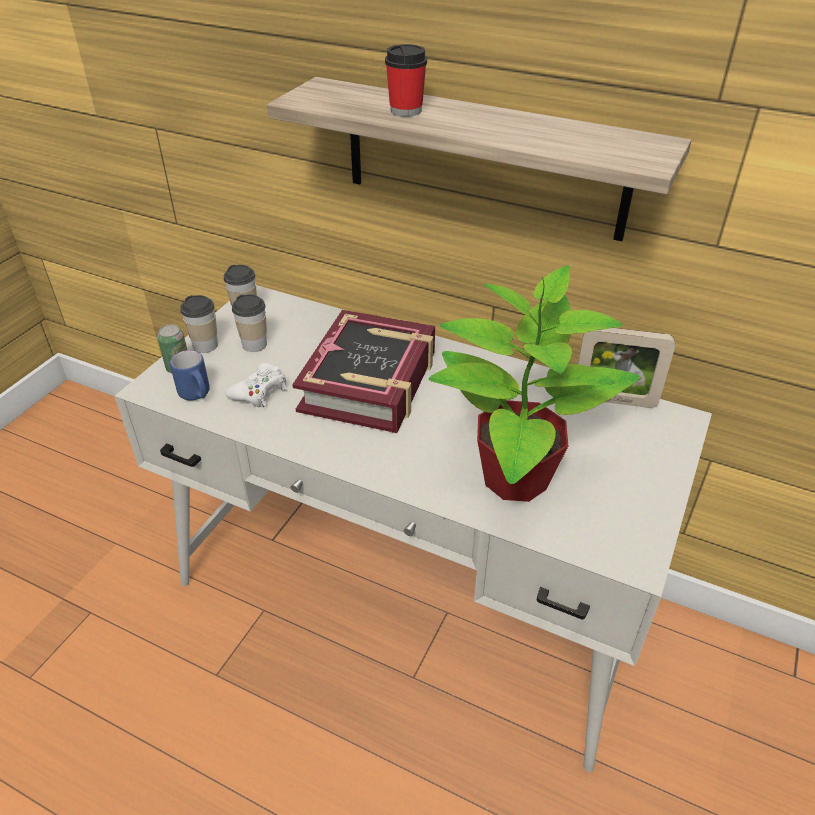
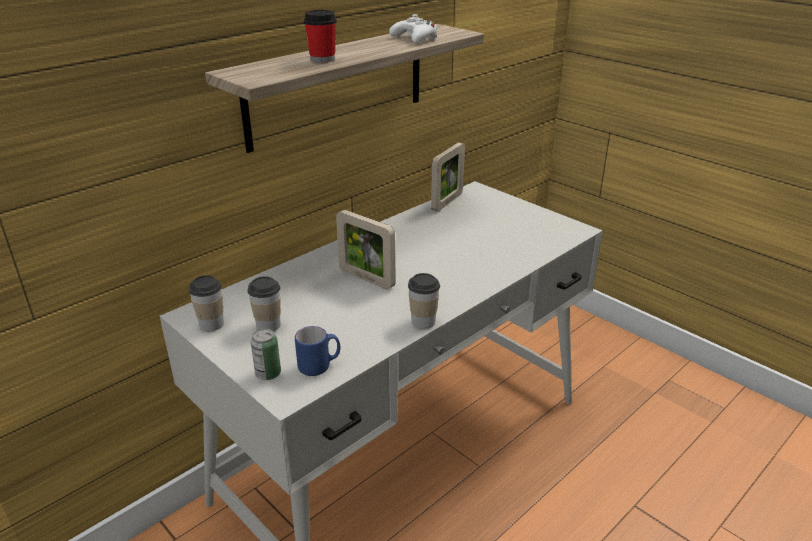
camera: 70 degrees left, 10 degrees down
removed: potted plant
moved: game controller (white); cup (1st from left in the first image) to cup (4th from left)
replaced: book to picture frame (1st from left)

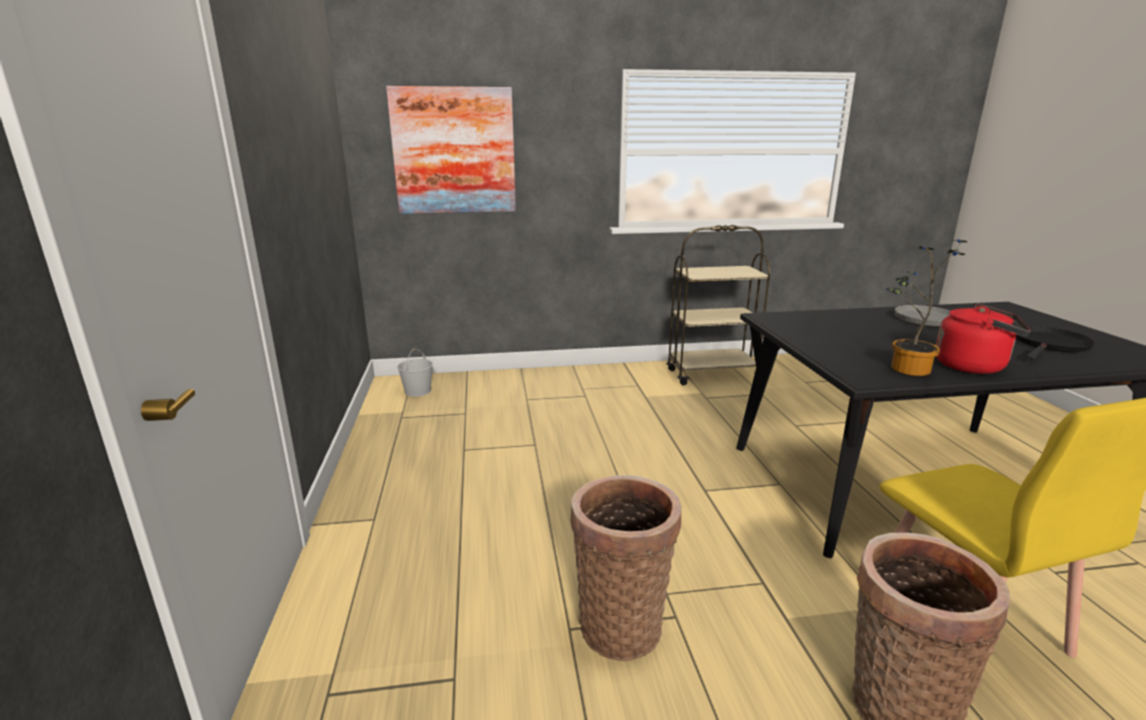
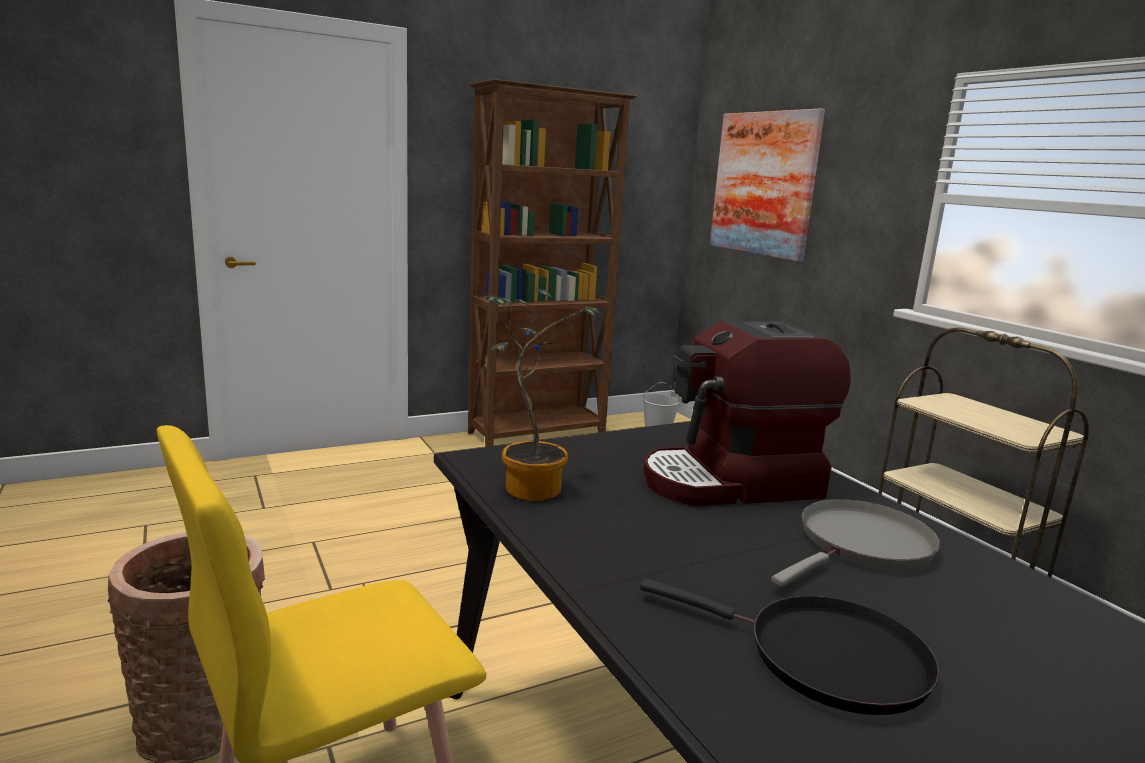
camera: 70 degrees right, 5 degrees down
removed: basket (1st from left); kettle (red)
added: bookcase (brown); coffee machine

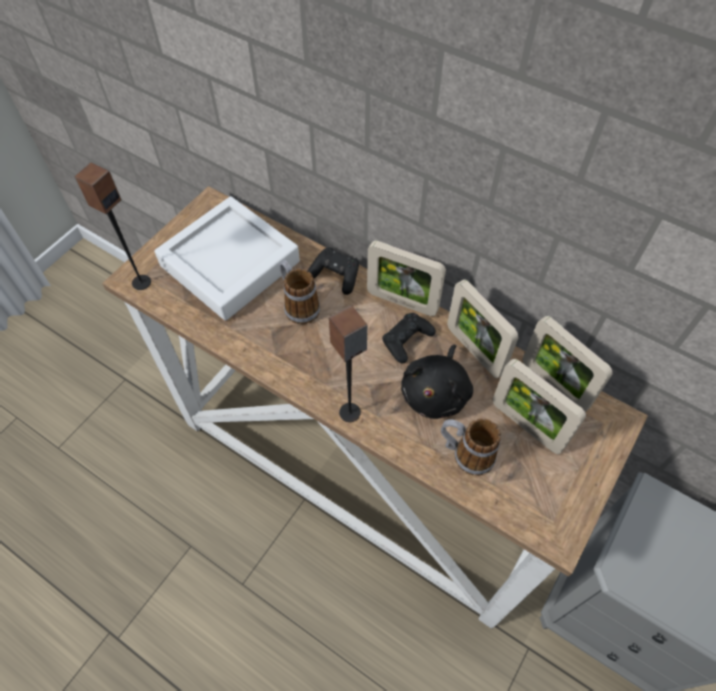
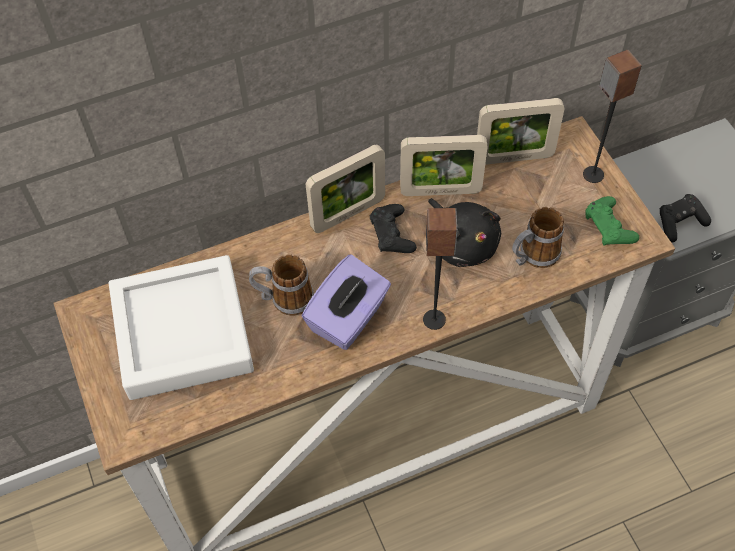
camera: 55 degrees left, 0 degrees up
removed: picture frame (3rd from left)
added: tissue box (purple); game controller (green)
moved: speaker (1st from left in the first image) to speaker (2nd from left); game controller (black) (1st from left in the first image) to game controller (black) (2nd from left)

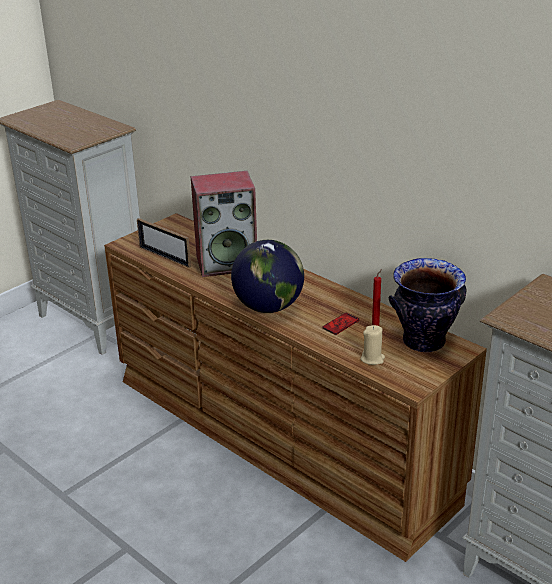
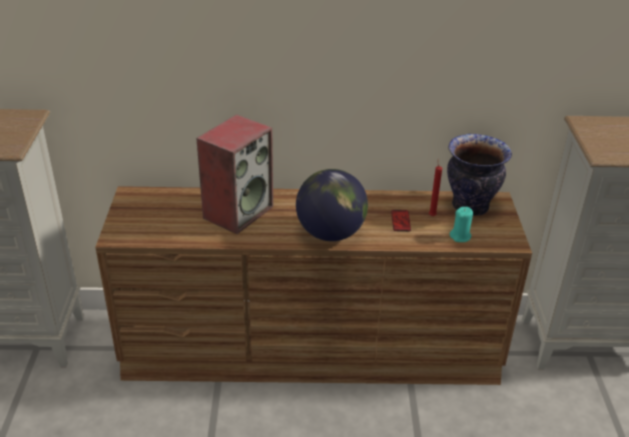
camera: 45 degrees left, 5 degrees up
removed: picture frame
recoloured: candle (beige) to candle (turquoise)

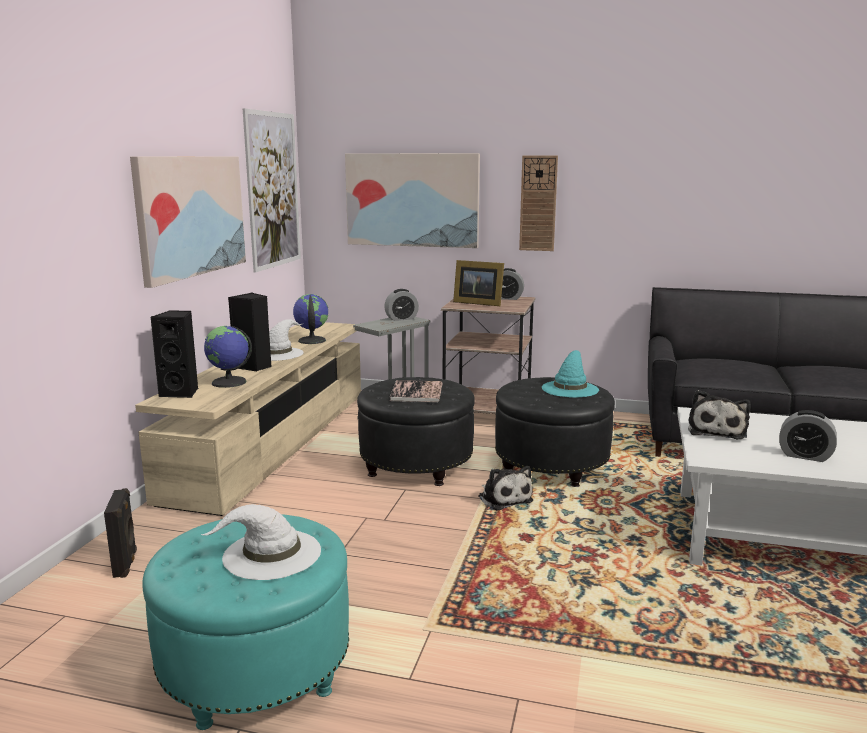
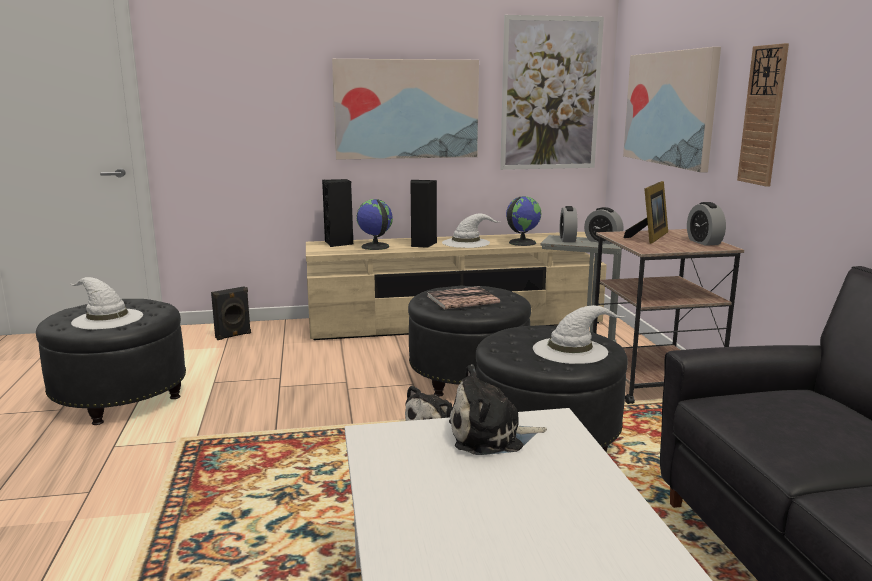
camera: 65 degrees right, 0 degrees up
moved: alarm clock (3rd from left in the first image) to alarm clock (1st from left)
recoloured: ottoman (turquoise) to ottoman (black) (1st from left); hat (turquoise) to hat (white) (3rd from left)
turned: picture frame 150 degrees counterclockwise

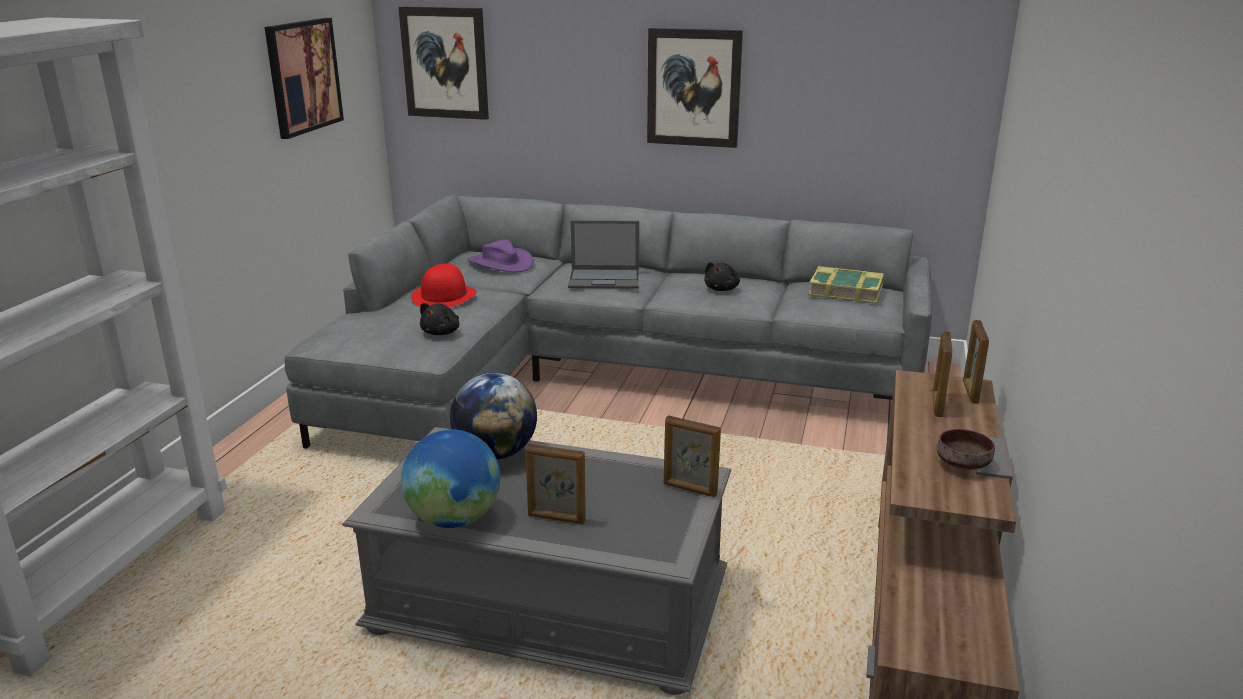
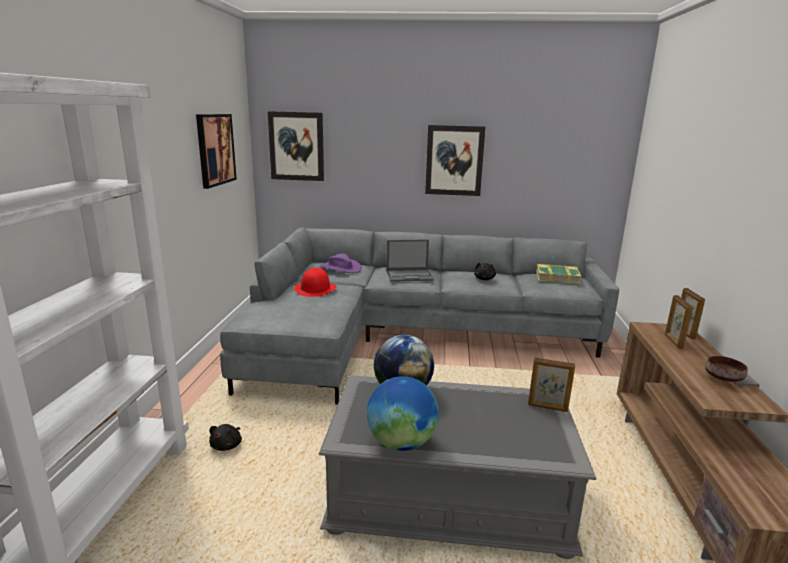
camera: 10 degrees left, 5 degrees down
removed: picture frame (1st from left)
moved: plush toy (black) (1st from left)

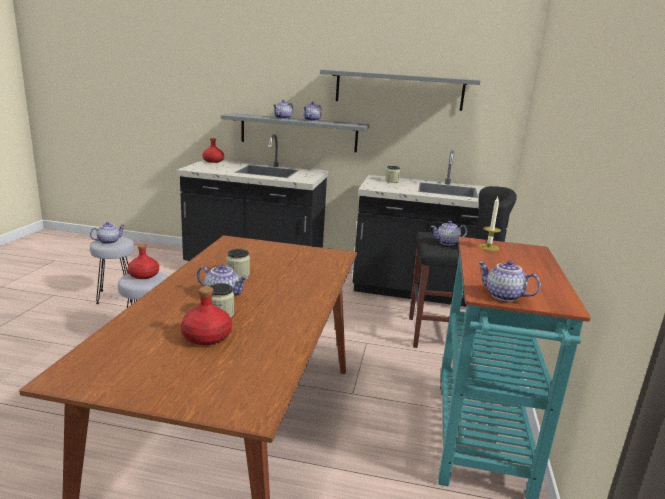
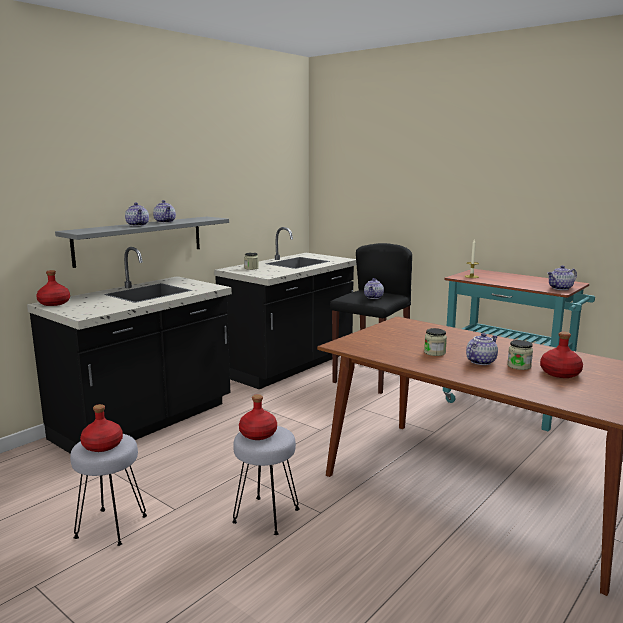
camera: 60 degrees left, 5 degrees down
removed: shelf (grey) (2nd from left)
replaced: teapot (1st from left) to bottle (red) (2nd from left)

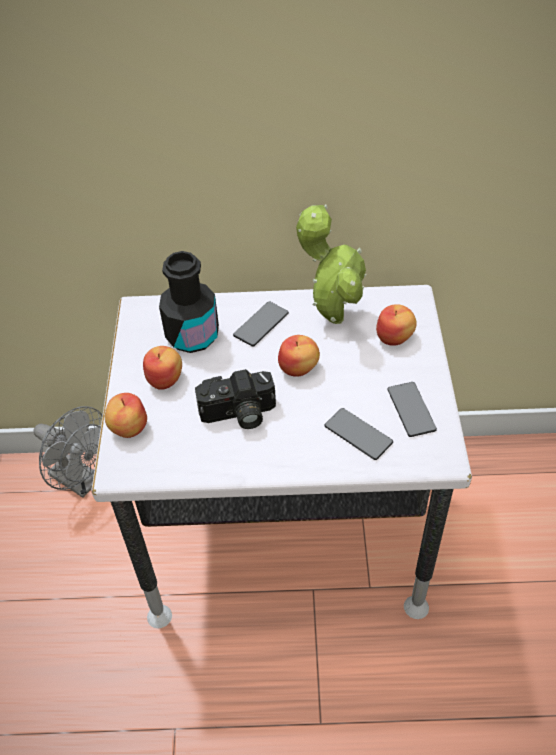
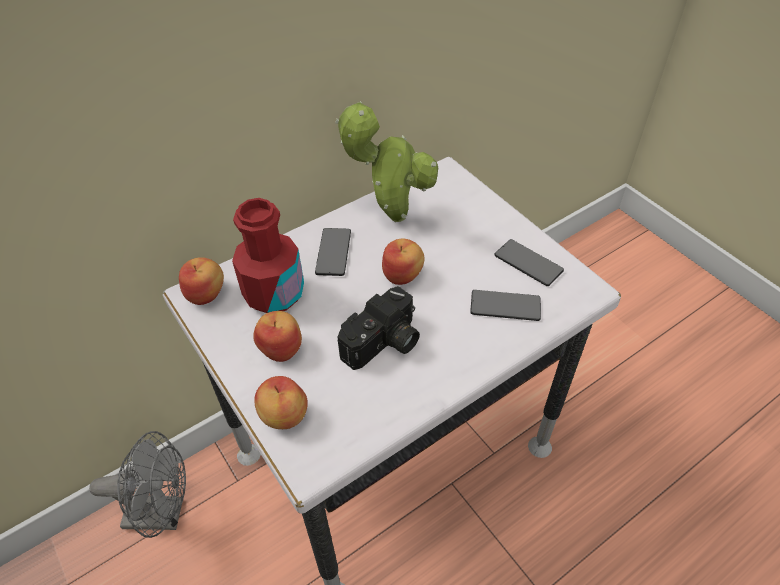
camera: 35 degrees left, 0 degrees up
moved: apple (4th from left in the first image) to apple (1st from left)
recoloured: bottle (black) to bottle (red)

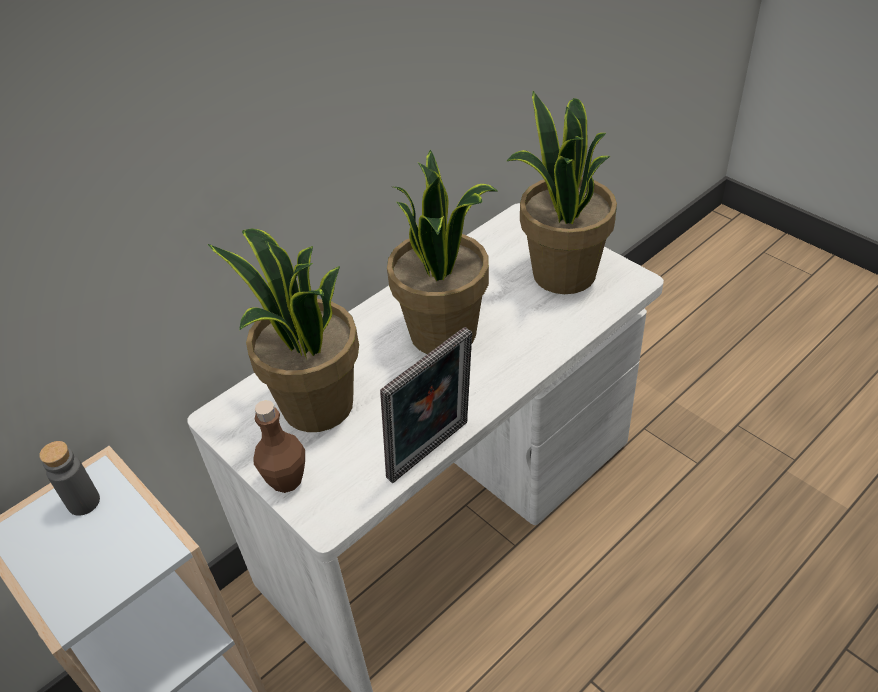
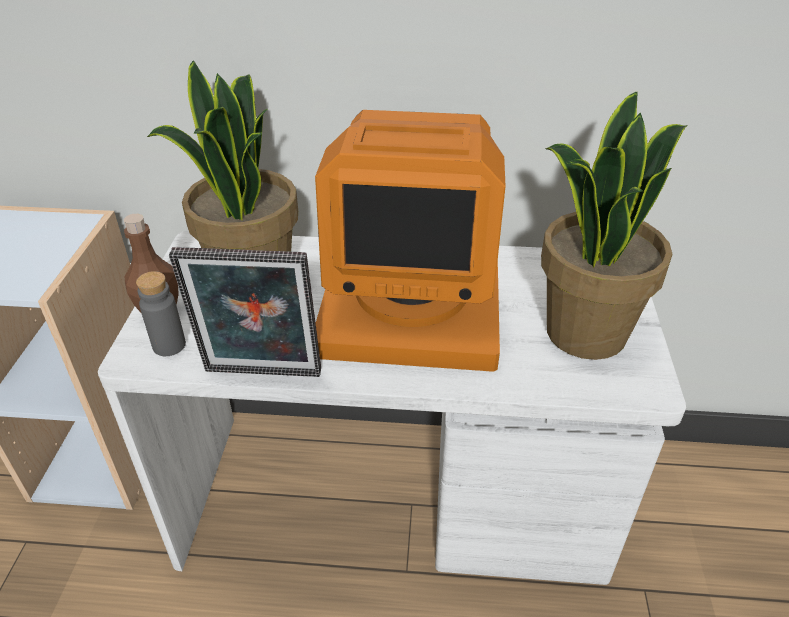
camera: 45 degrees right, 5 degrees down
moved: bottle (grey)
replaced: potted plant (2nd from left) to monitor

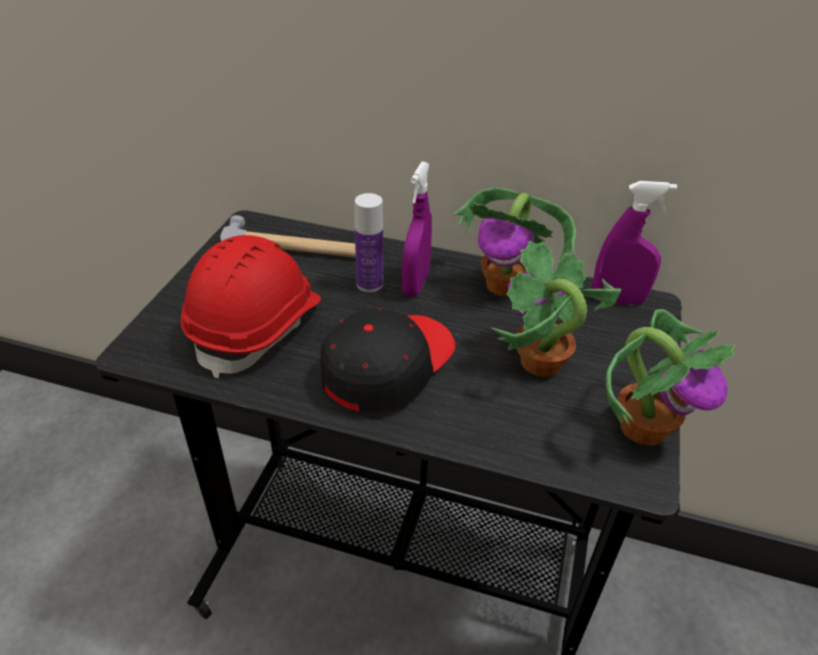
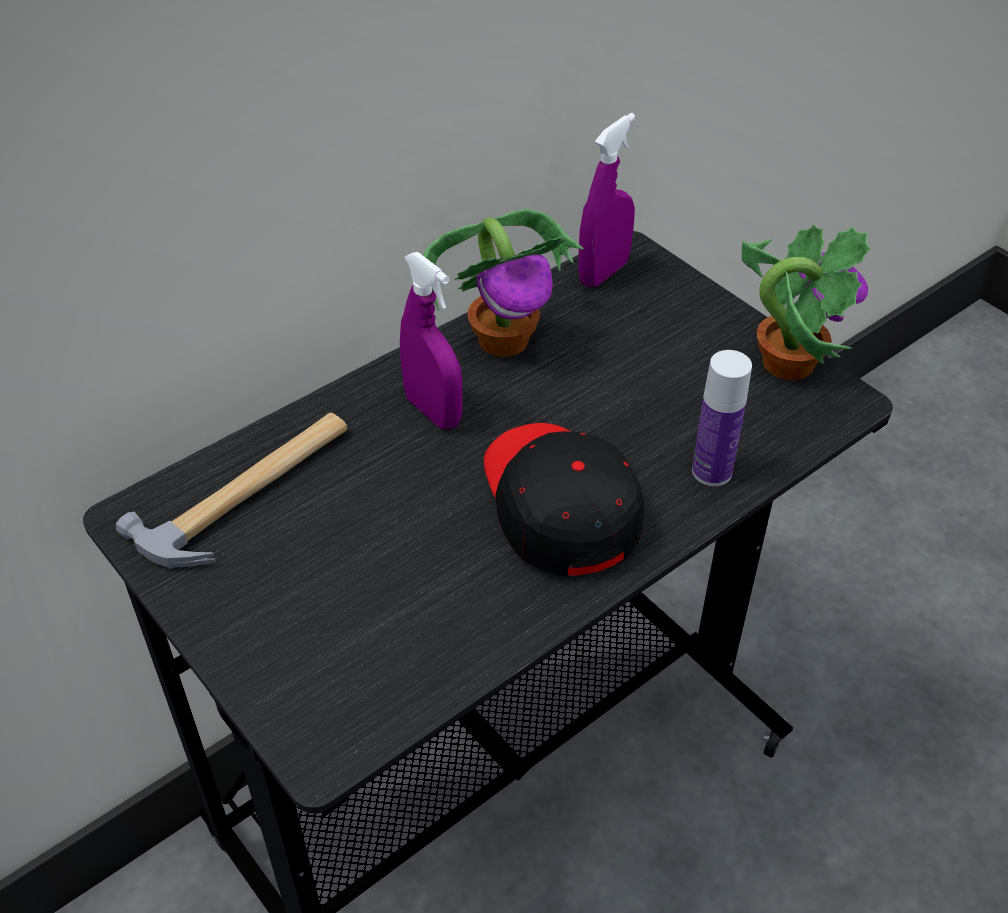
camera: 55 degrees left, 5 degrees up
removed: hard hat (red); potted plant (2nd from left)
moved: bottle

